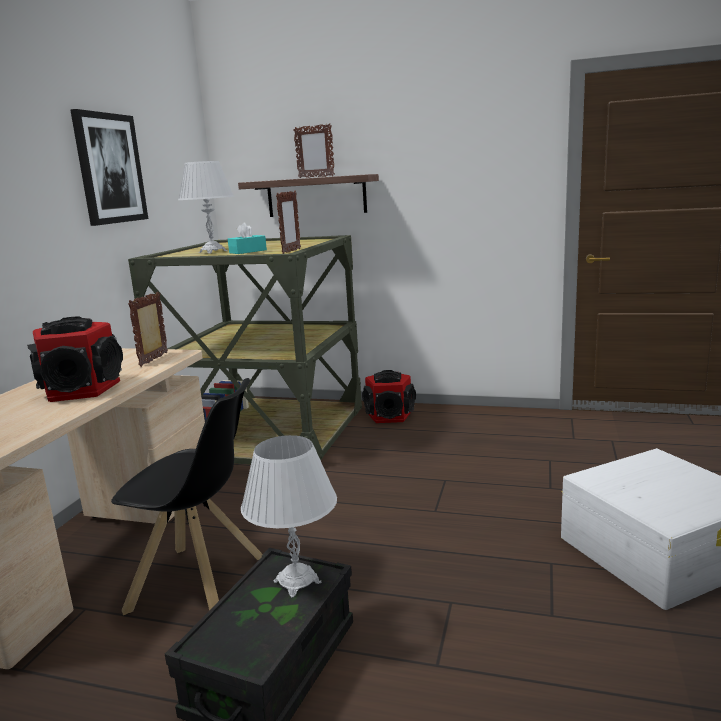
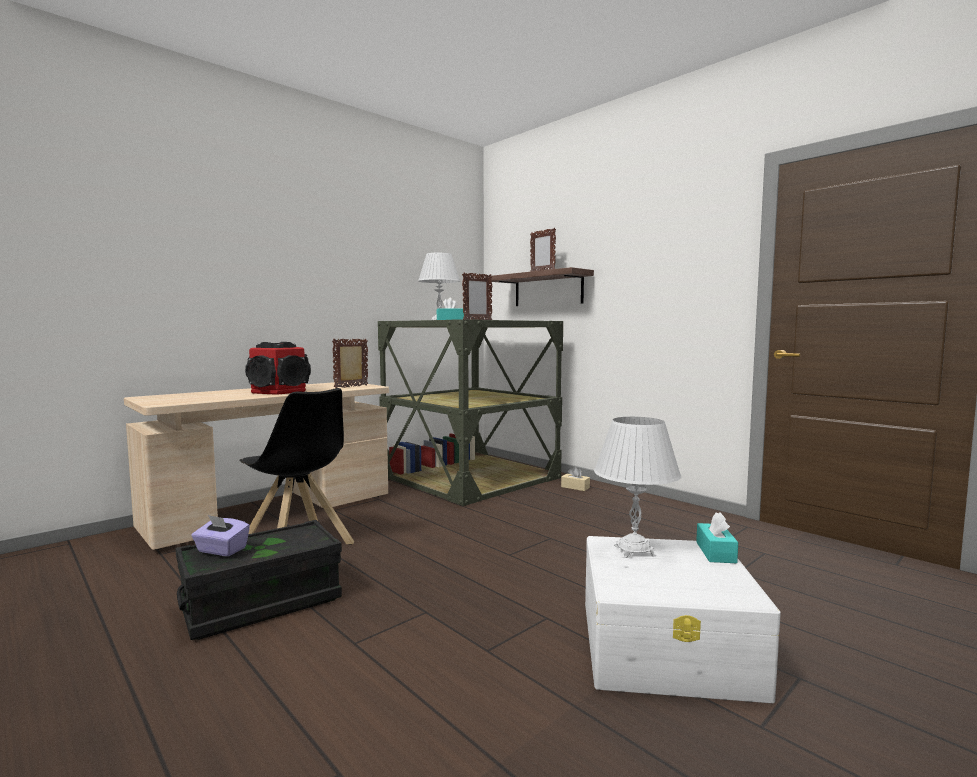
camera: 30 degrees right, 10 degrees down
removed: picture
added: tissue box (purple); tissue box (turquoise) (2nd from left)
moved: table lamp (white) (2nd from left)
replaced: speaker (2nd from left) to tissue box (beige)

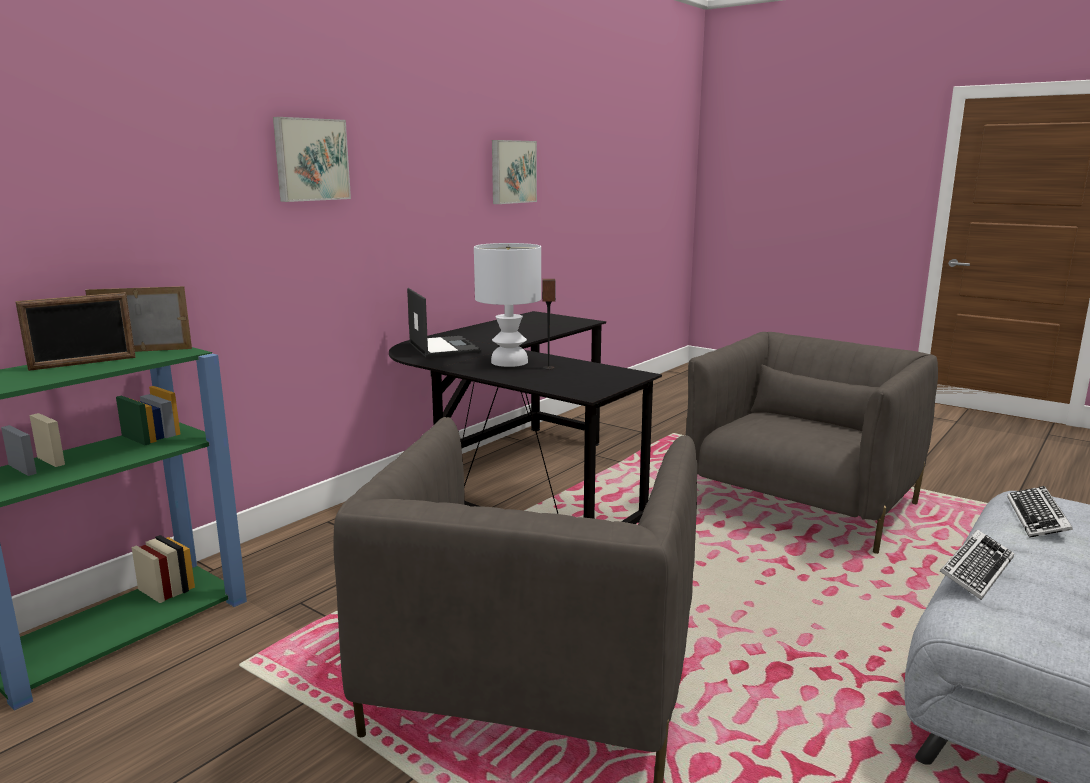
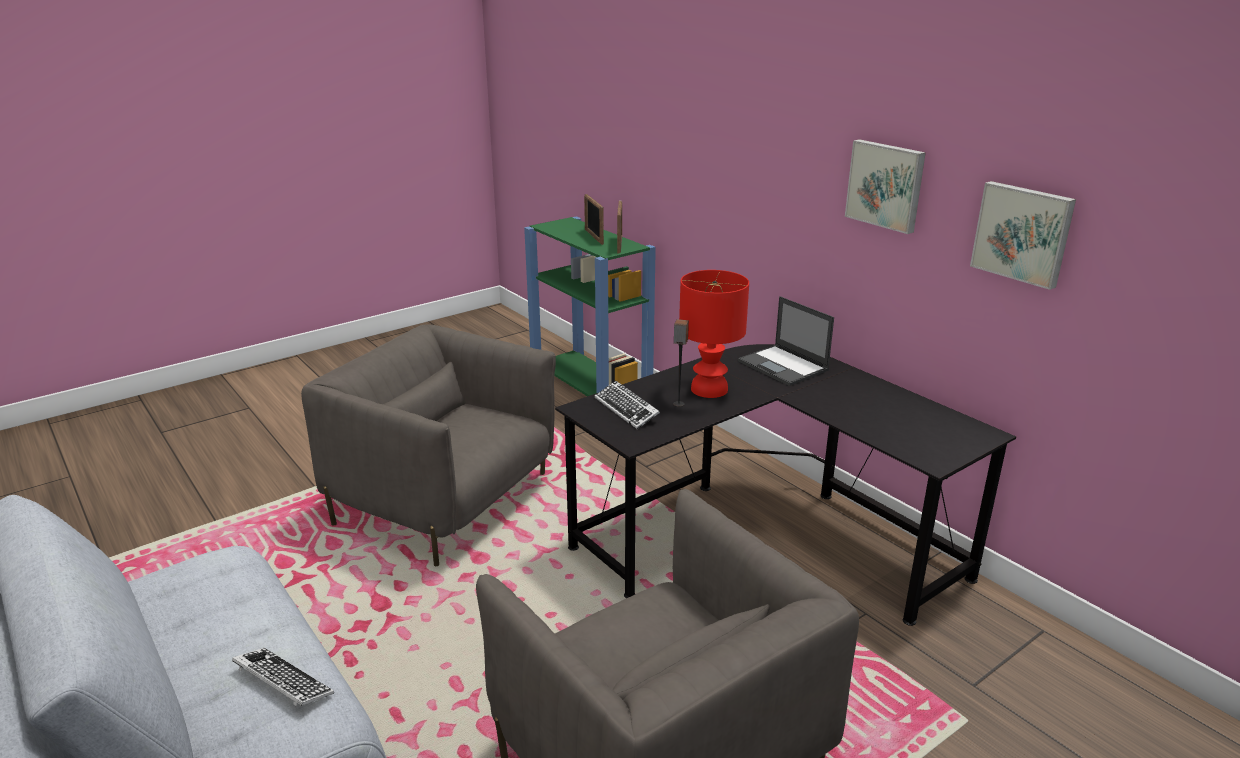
camera: 105 degrees right, 10 degrees up
moved: keyboard (1st from left in the first image) to keyboard (2nd from left); picture (1st from left)
recoloured: table lamp (white) to table lamp (red)
turned: laptop 60 degrees clockwise

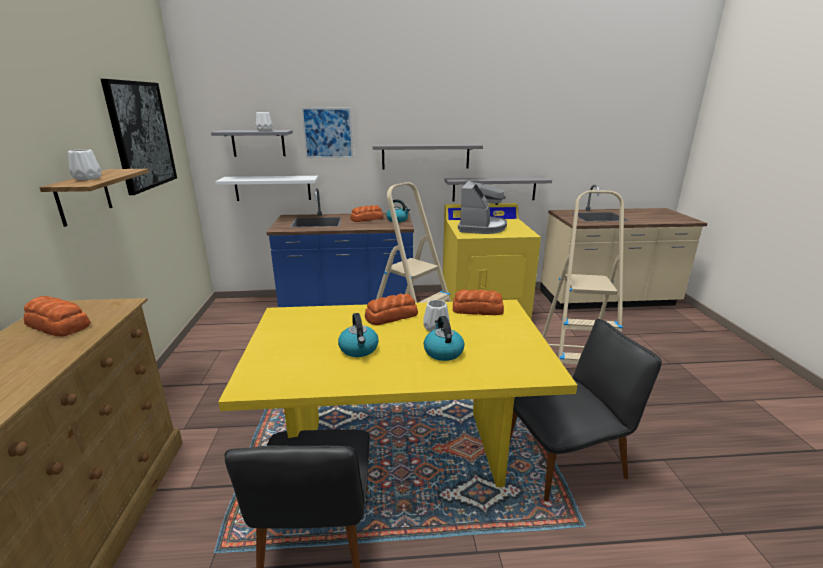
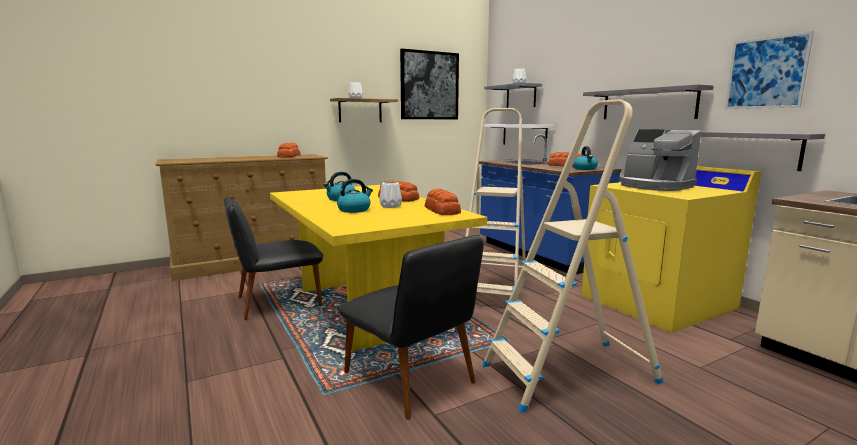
camera: 65 degrees right, 10 degrees down
moved: picture (2nd from left)
turned: coffee machine 60 degrees clockwise

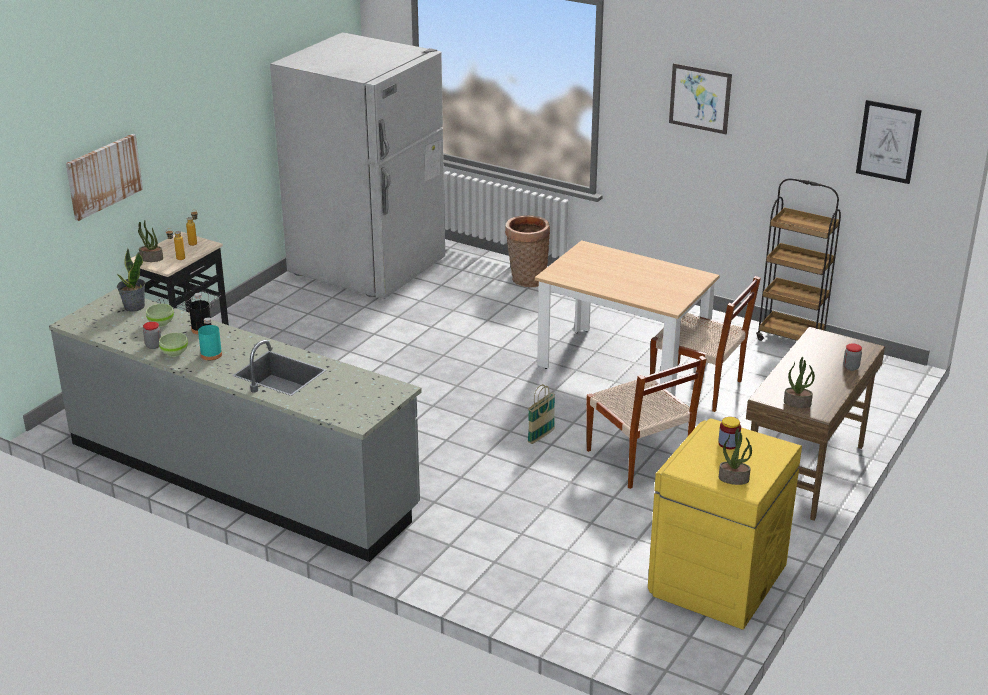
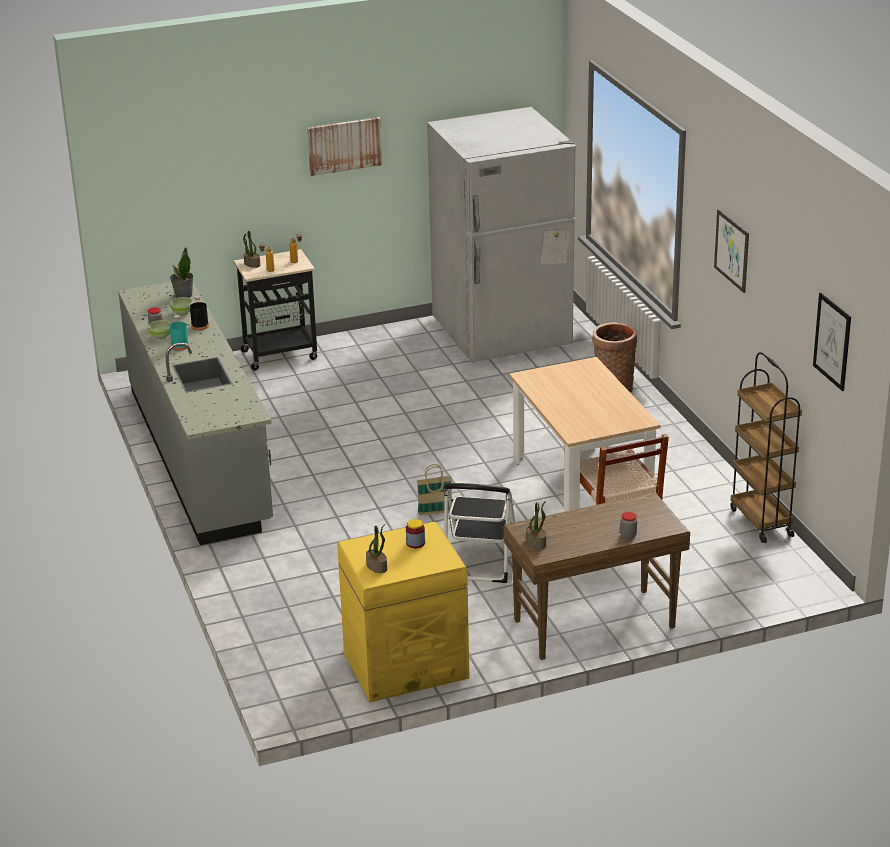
camera: 40 degrees right, 0 degrees up
moved: picture (1st from left)
replaced: chair (1st from left) to step ladder

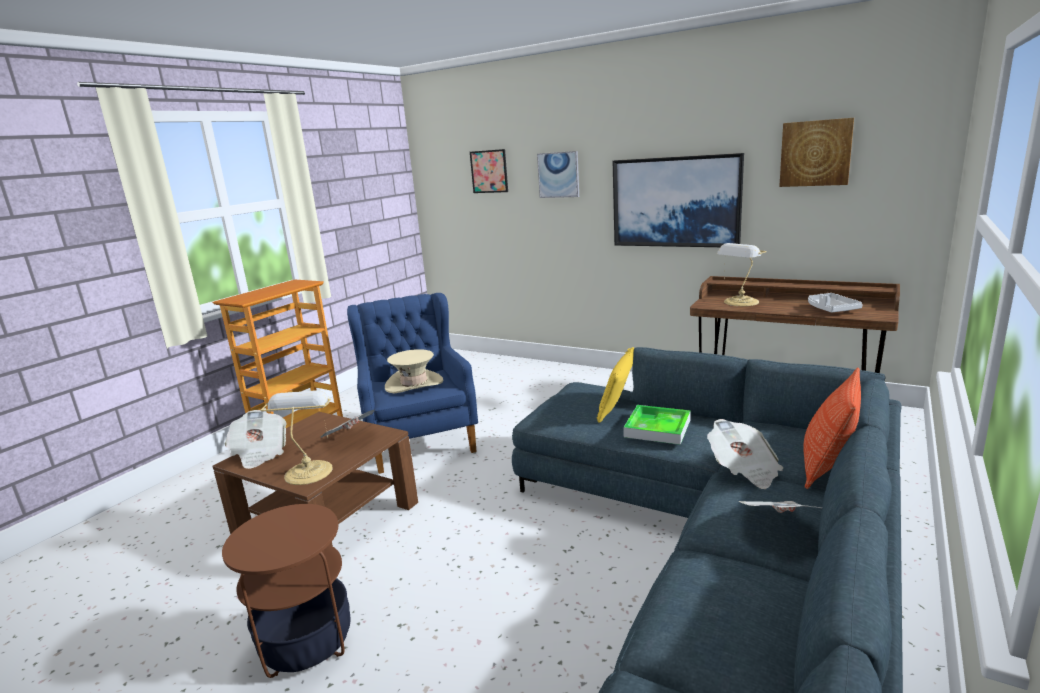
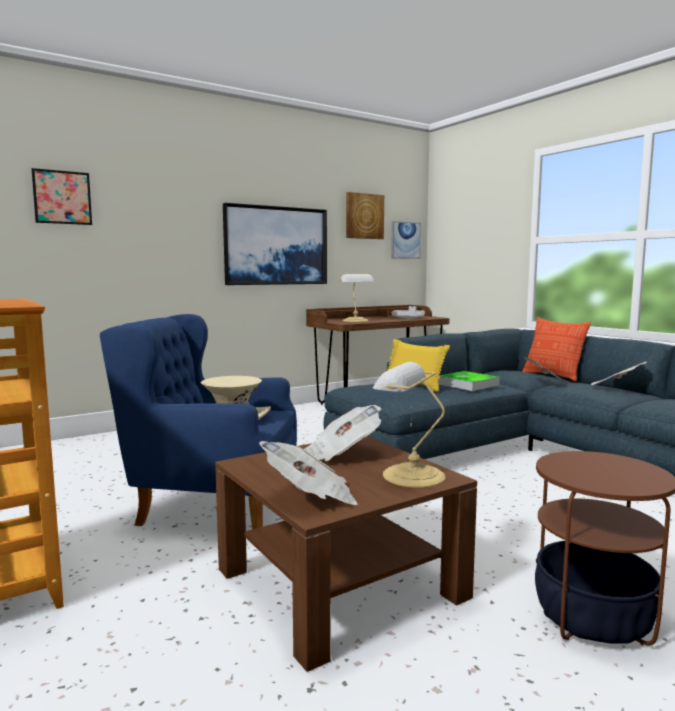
camera: 65 degrees left, 10 degrees down
moved: picture (2nd from left in the first image) to picture (4th from left)

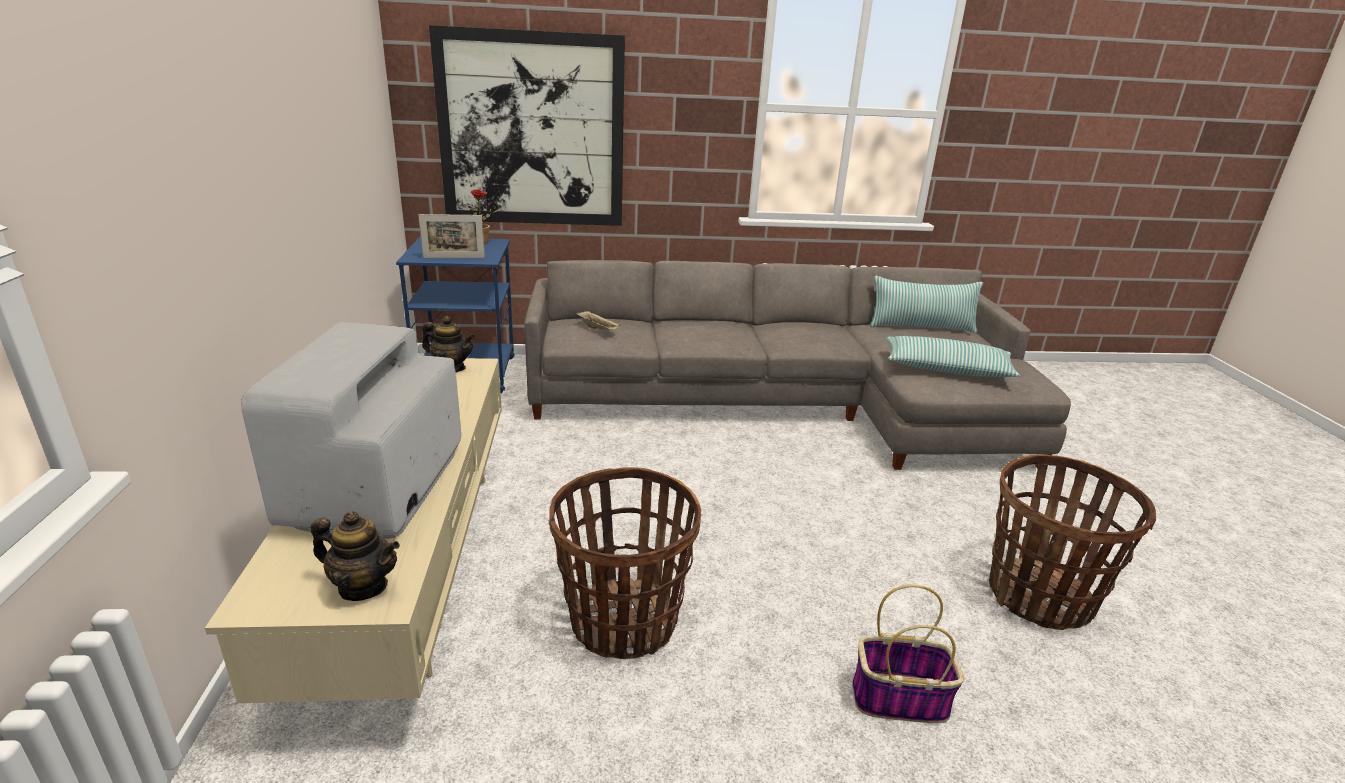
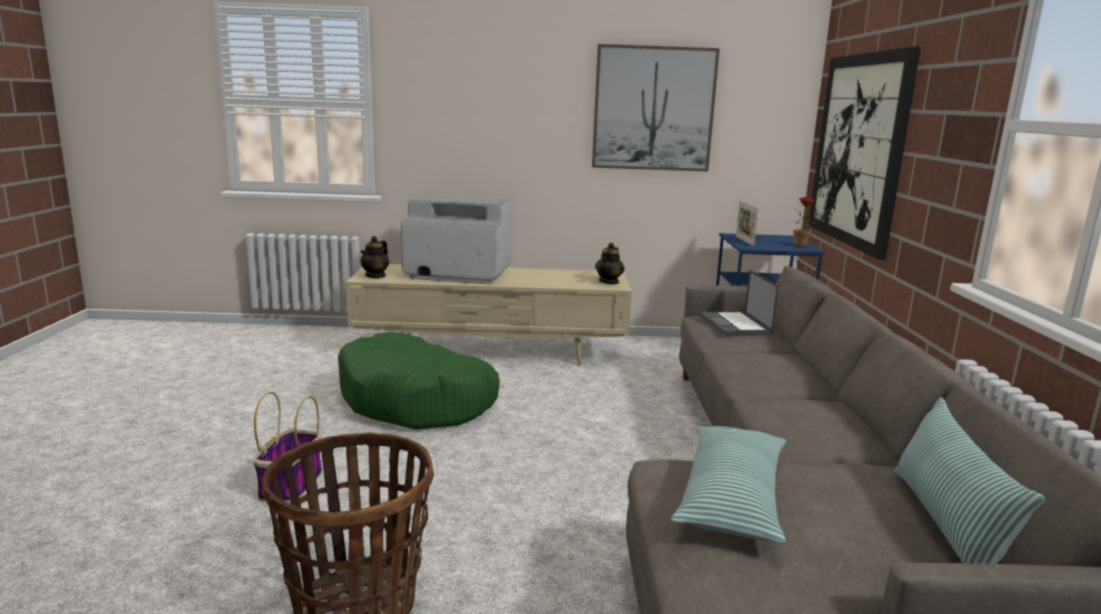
camera: 95 degrees right, 10 degrees down
added: picture (1st from left)
replaced: basket (1st from left) to dog bed (green); tray (beige) to laptop

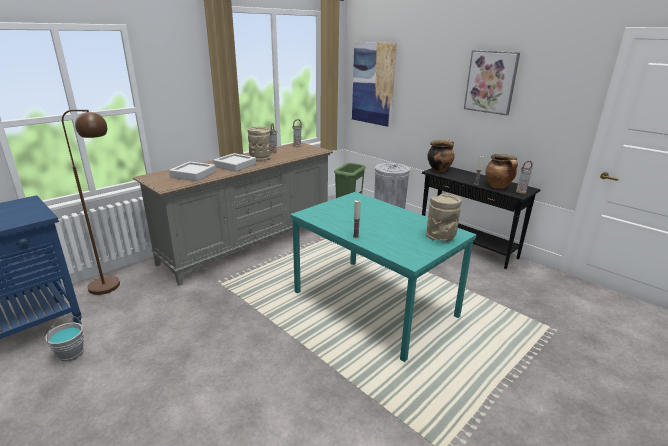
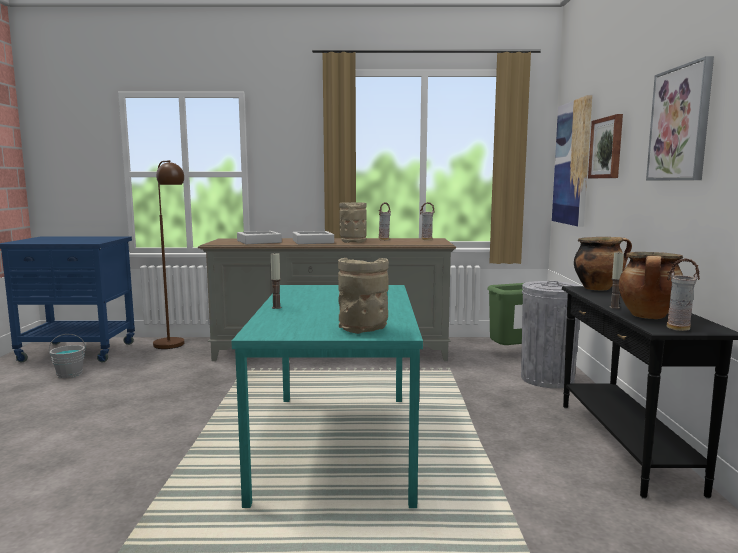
camera: 45 degrees right, 15 degrees down
added: picture (2nd from left)

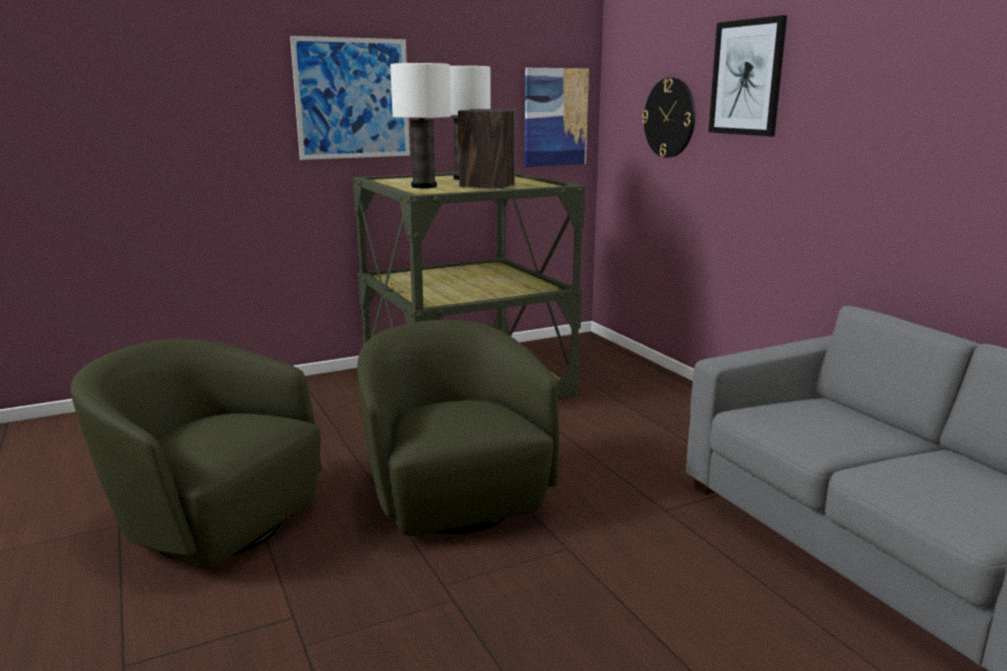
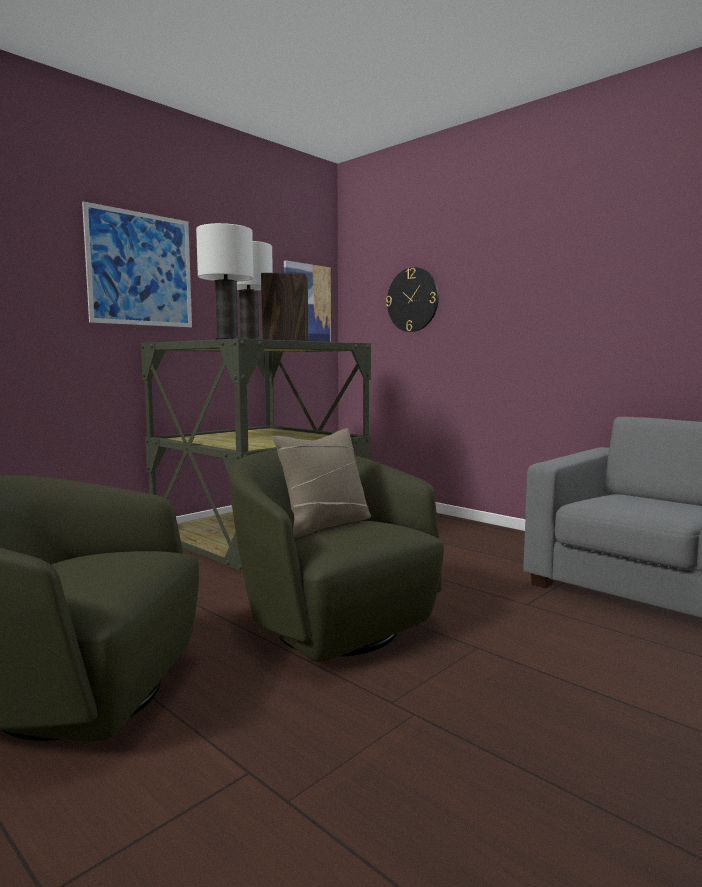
camera: 20 degrees left, 10 degrees down
removed: picture (3rd from left)
added: pillow (beige)

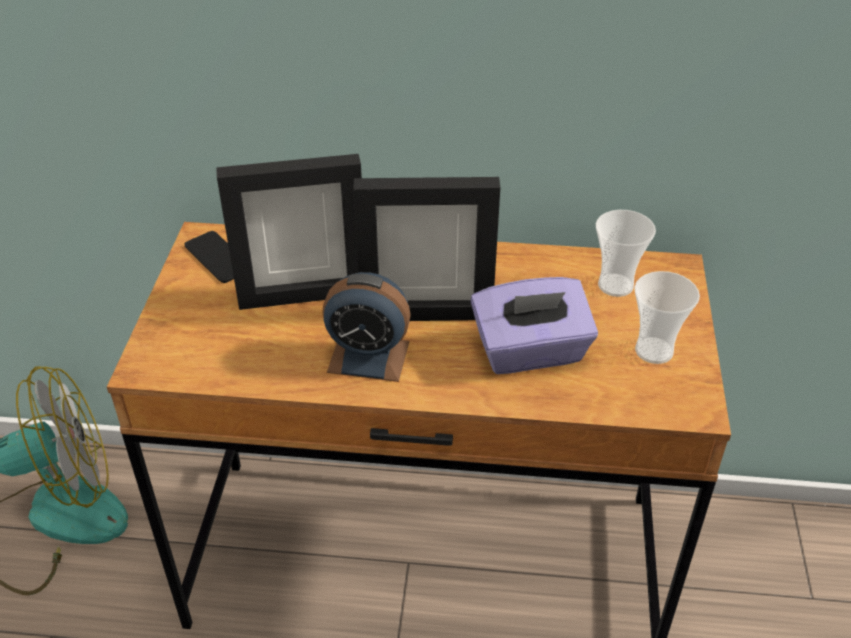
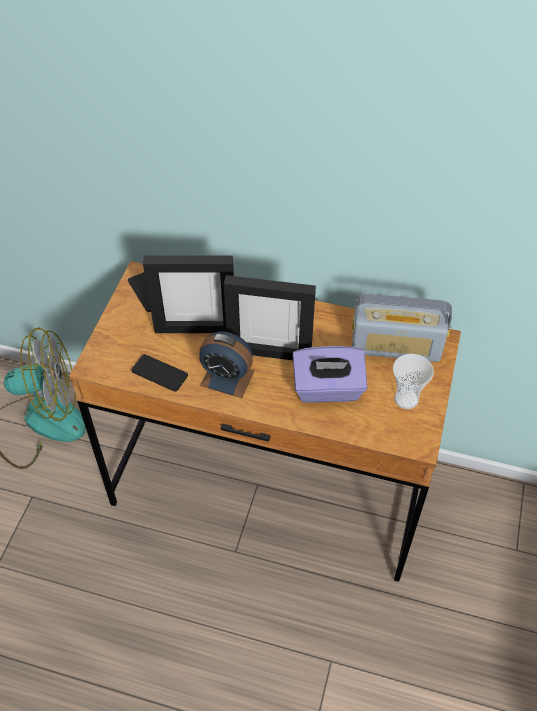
camera: 10 degrees right, 10 degrees up
added: phone (2nd from left)
replaced: cup (1st from left) to radio

